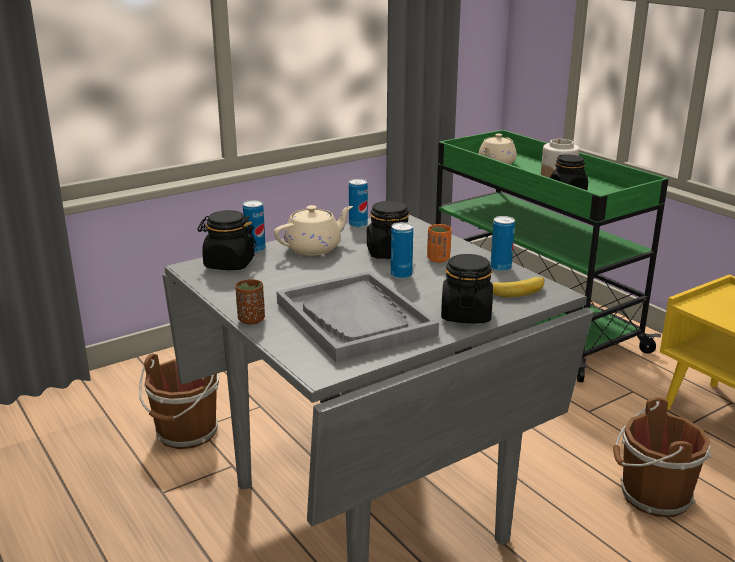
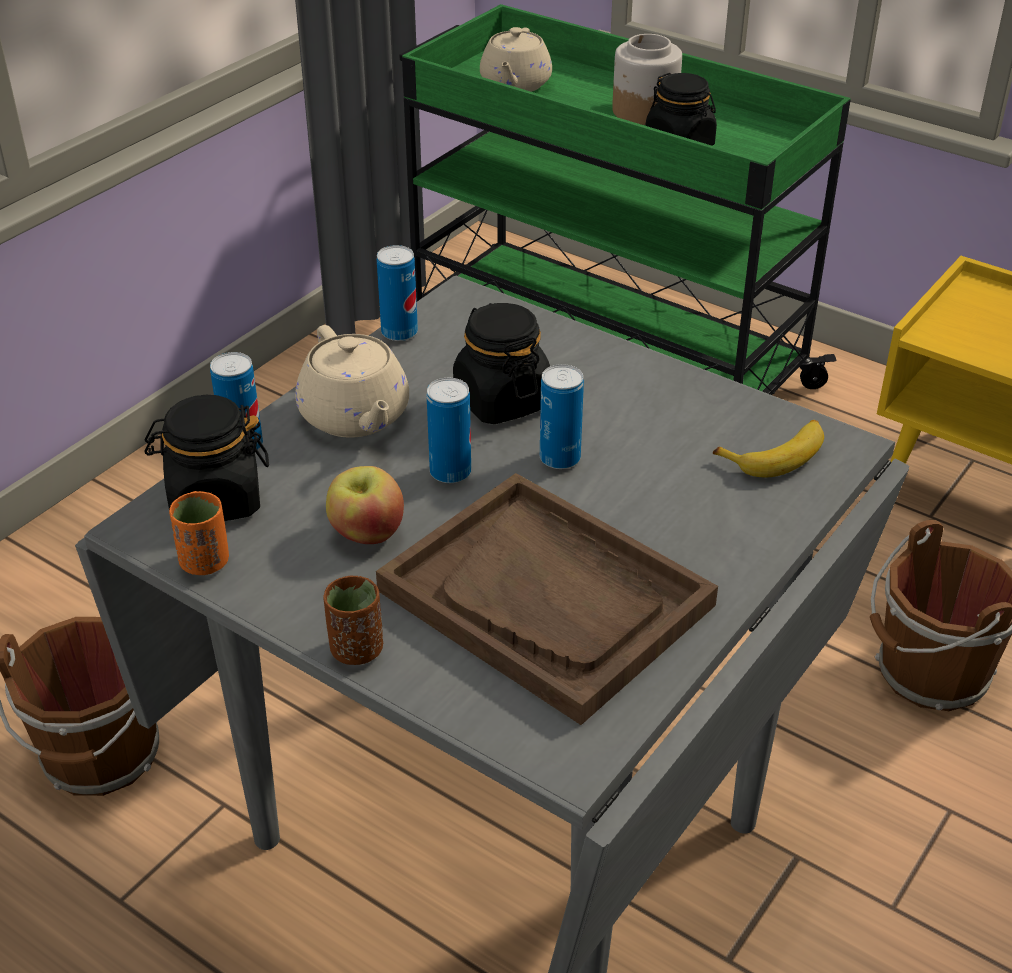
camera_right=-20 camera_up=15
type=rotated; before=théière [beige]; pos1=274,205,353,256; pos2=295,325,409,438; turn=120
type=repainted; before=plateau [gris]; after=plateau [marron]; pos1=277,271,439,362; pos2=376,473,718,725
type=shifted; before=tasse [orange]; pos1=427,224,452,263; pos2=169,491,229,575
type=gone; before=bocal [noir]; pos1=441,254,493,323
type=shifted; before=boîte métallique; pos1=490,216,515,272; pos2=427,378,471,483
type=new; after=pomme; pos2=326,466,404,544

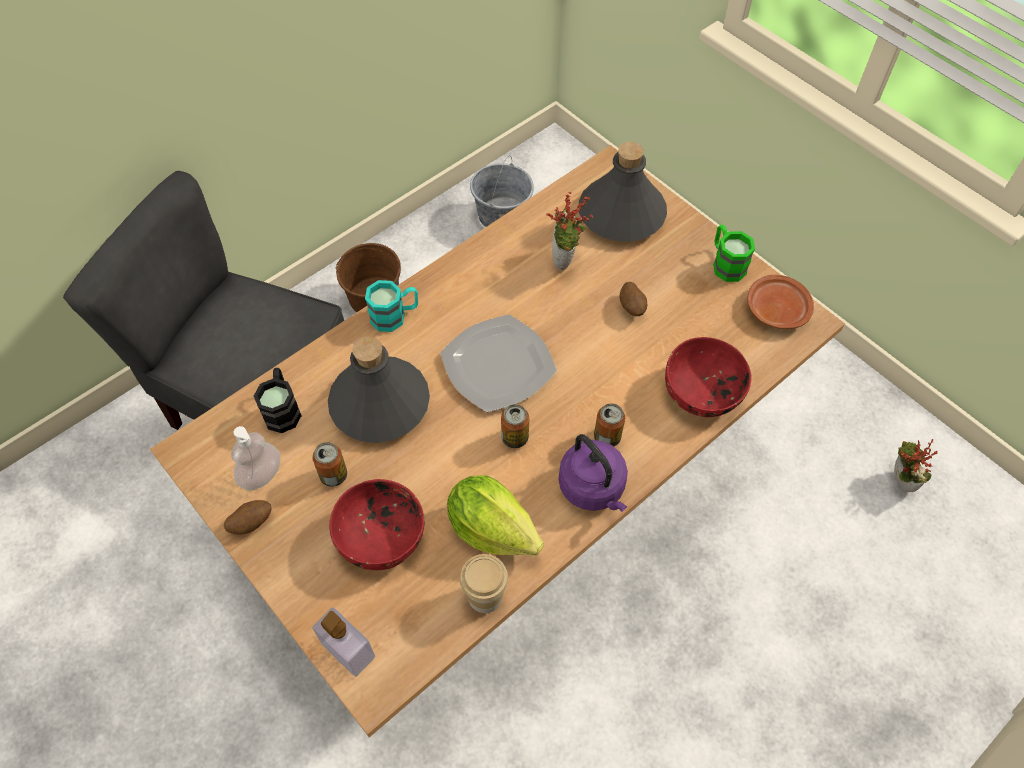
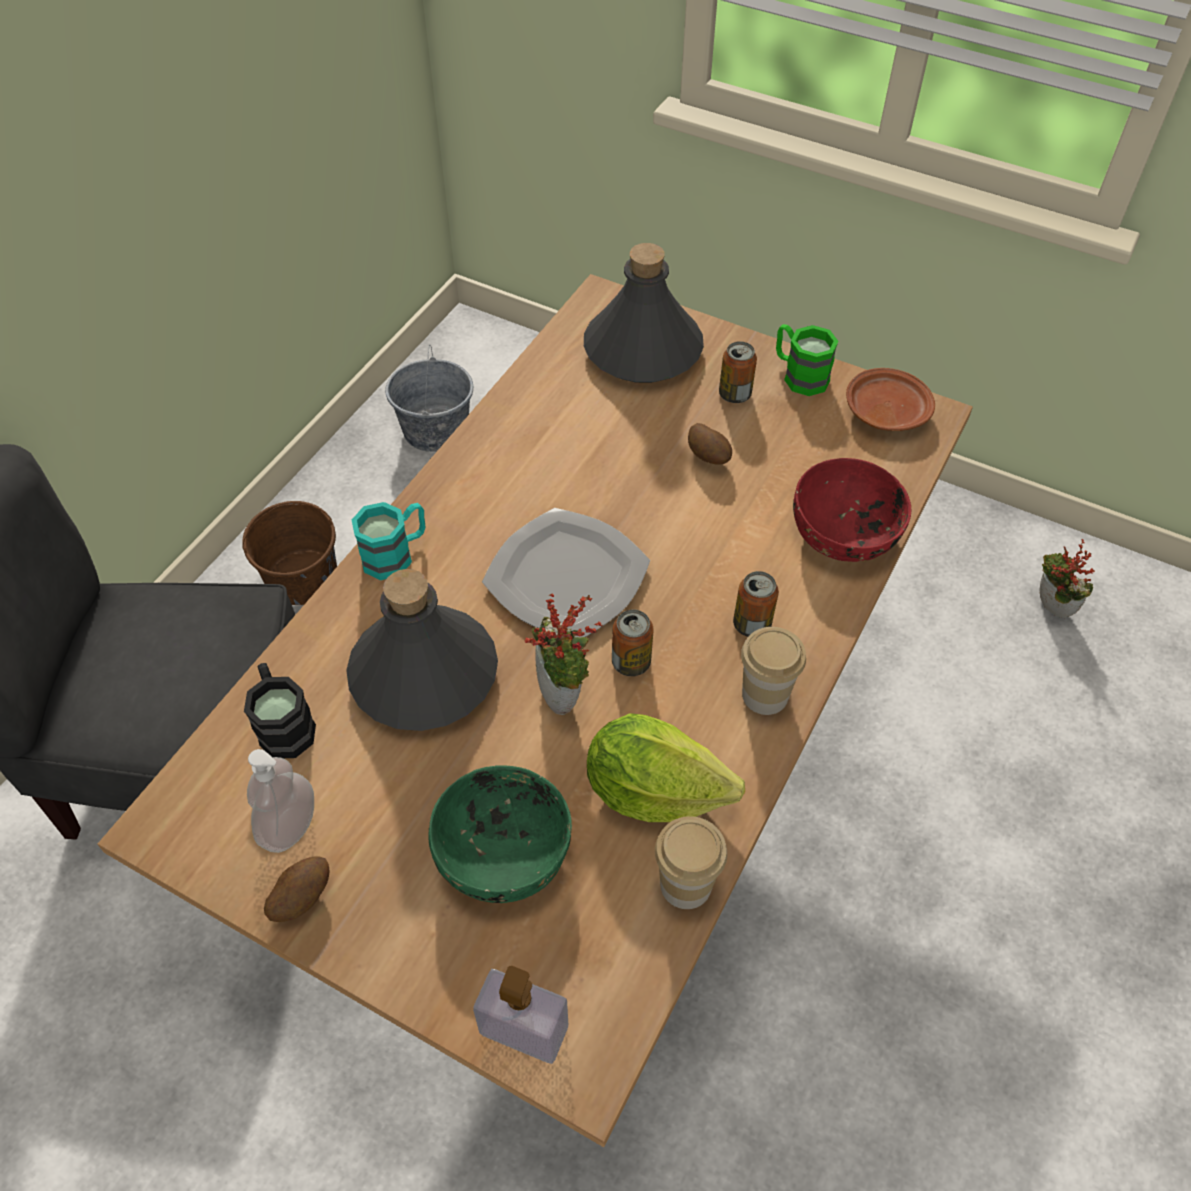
camera_right=-20 camera_up=-5
type=shifted; before=boîte métallique; pos1=312,442,347,487; pos2=719,341,757,403
type=repainted; before=bol [rouge]; after=bol [vert]; pos1=329,479,424,570; pos2=429,765,572,903
type=shifted; before=plante en pot; pos1=546,192,593,271; pos2=524,593,603,715
type=swapped; before=bouilloire [violet]; after=tasse; pos1=559,434,628,512; pos2=741,627,806,715

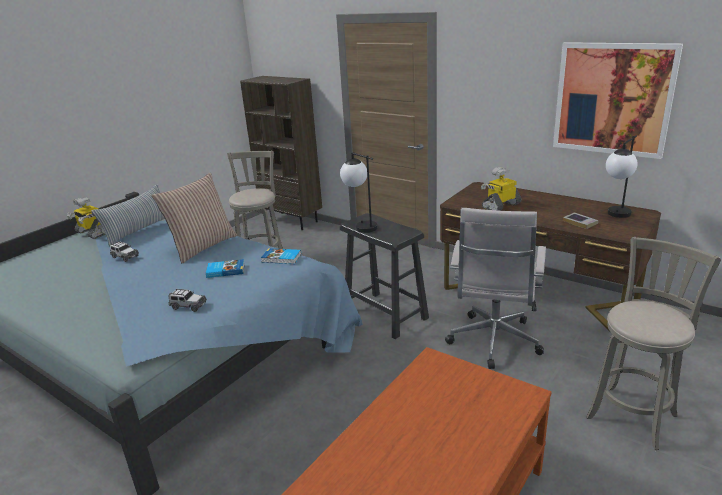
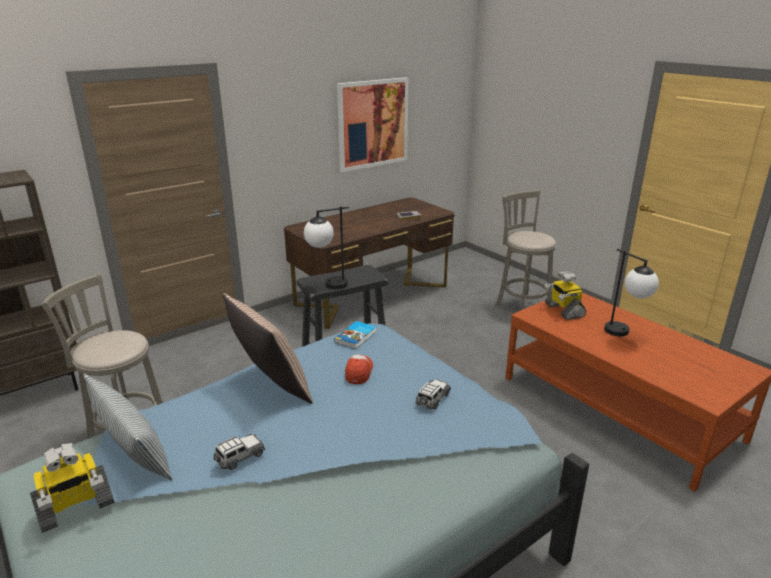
camera_right=-75 camera_up=0
type=swapped; before=livre; after=casquette; pos1=206,259,245,278; pos2=345,355,373,384
type=gone; before=chaise de bureau [blanc]; pos1=445,208,546,369
type=shifted; before=robot jouet; pos1=481,167,522,211; pos2=545,271,586,320
type=shifted; before=lampe de table; pos1=606,135,638,218; pos2=604,249,659,336

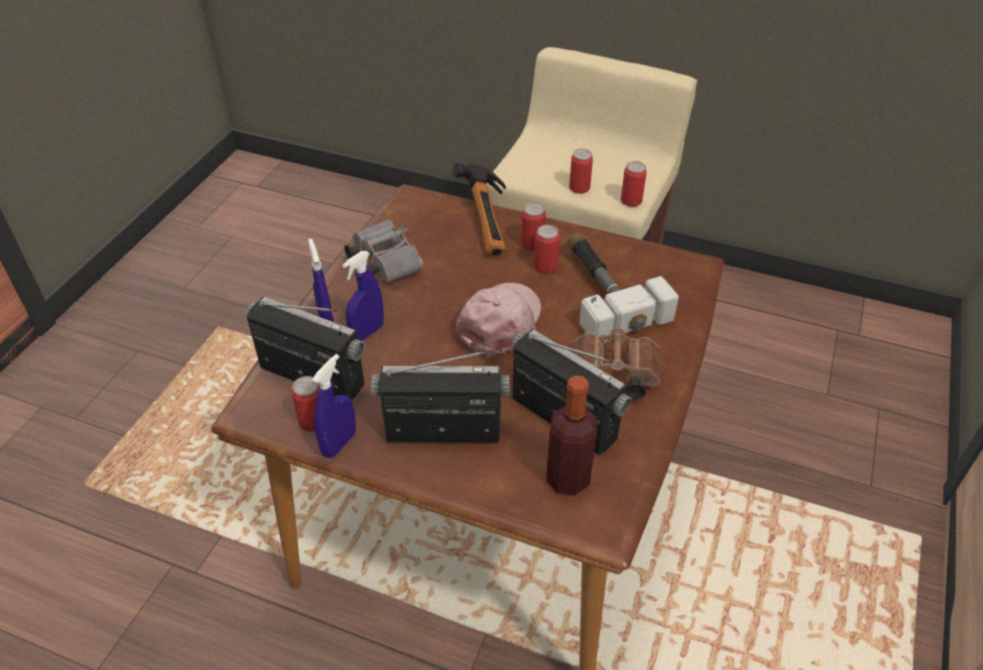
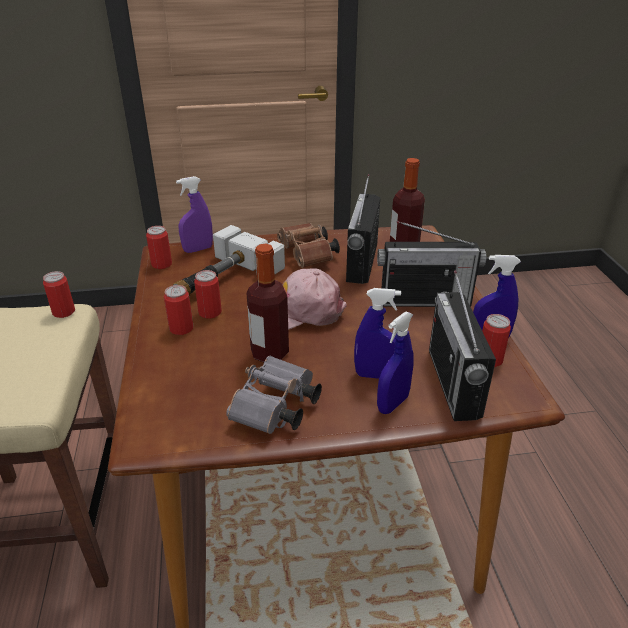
camera_right=-120 camera_up=-10
type=rotated; before=radio; pos1=371,350,510,443; pos2=377,221,486,307; turn=-60
type=gone; before=marteau; pos1=453,163,506,256
type=shifted; before=boîte métallique; pos1=569,149,593,194; pos2=146,226,172,269
type=new; after=vaporisateur [violet]; pos2=176,176,213,253
type=new; after=bouteille; pos2=246,244,289,362

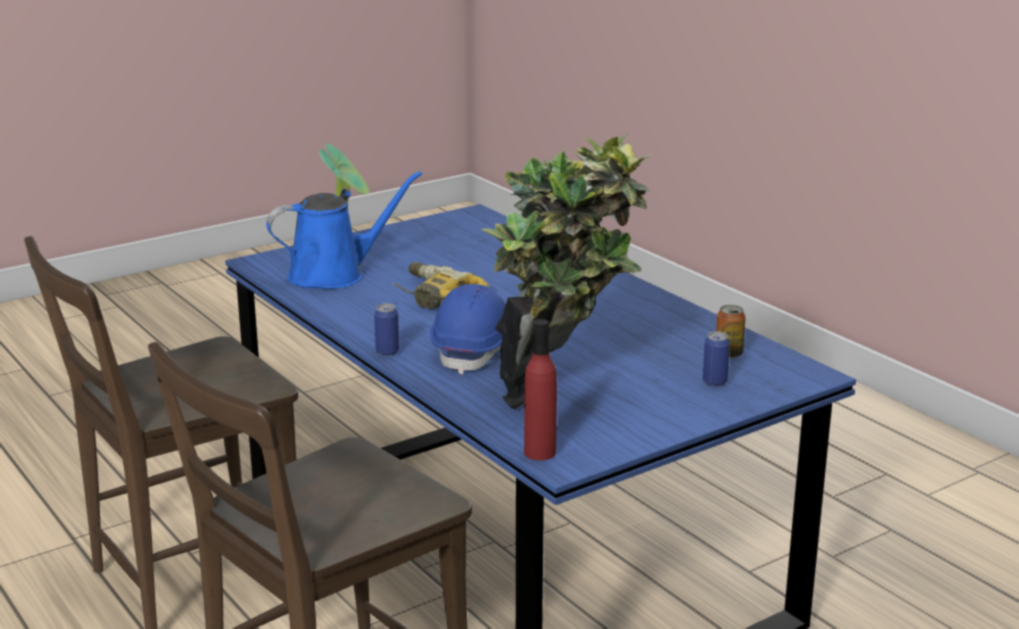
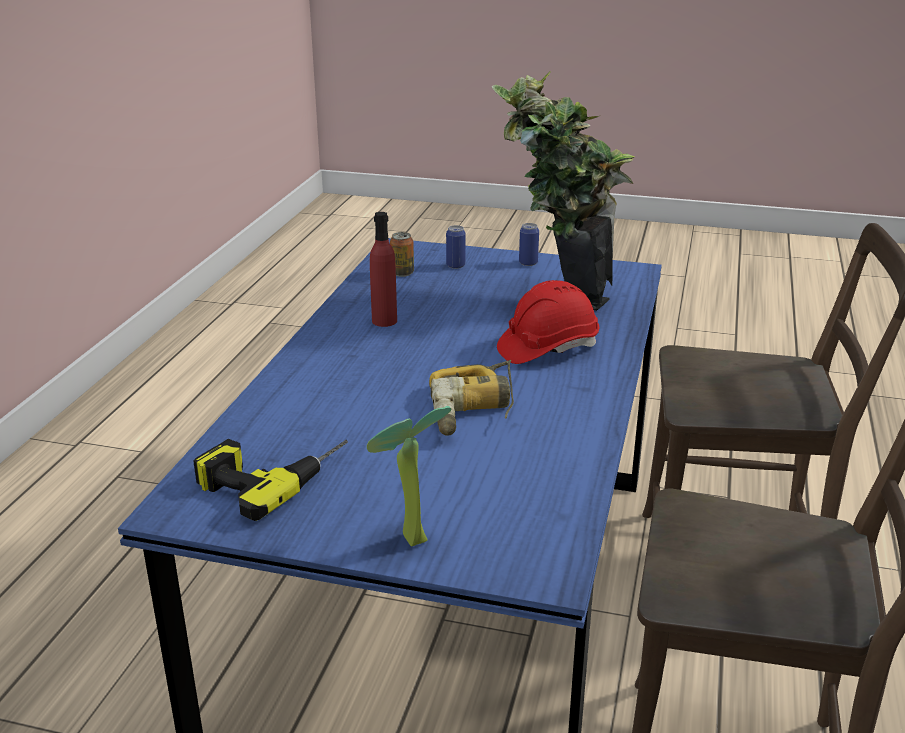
camera_right=-130 camera_up=5
type=gone; before=arrosoir [bleu]; pos1=266,171,422,289
type=shifted; before=boîte métallique; pos1=374,303,399,356; pos2=519,223,539,266
type=repainted; before=casque de chantier [bleu]; after=casque de chantier [rouge]; pos1=430,284,506,374; pos2=497,280,600,364
type=shifted; before=bouteille [rouge]; pos1=524,319,557,461; pos2=370,212,397,327
type=new; after=perceuse; pos2=193,439,348,521

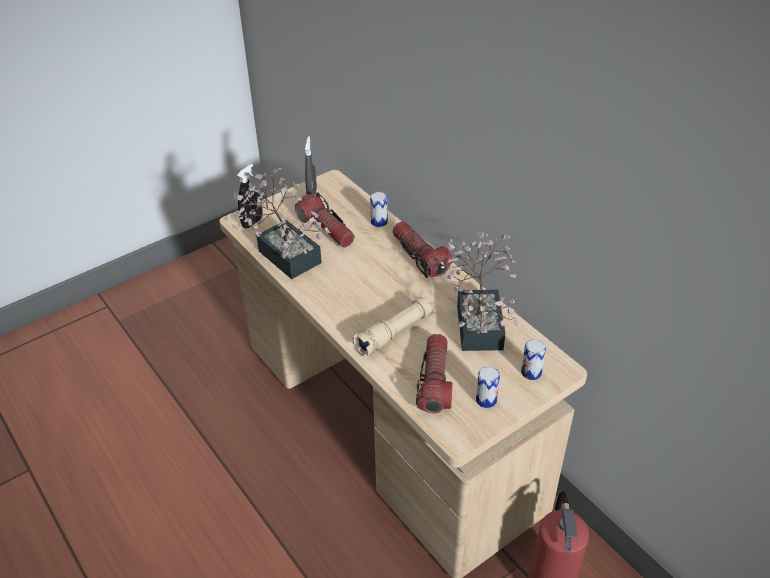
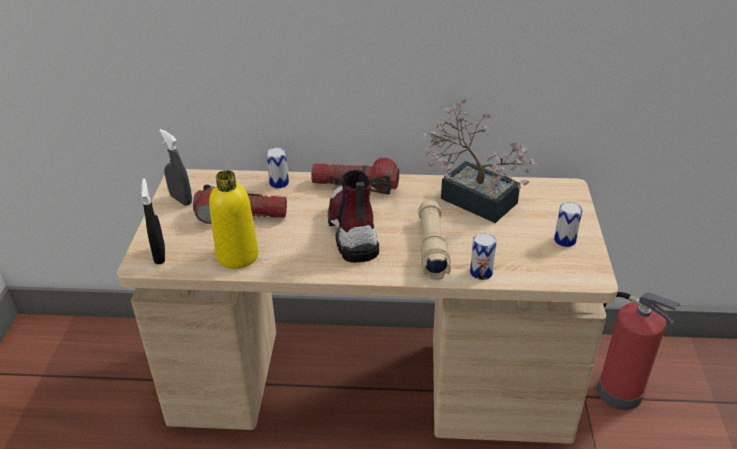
camera_right=-50 camera_up=-5
type=swapped; before=plante en pot; after=bouteille [jaune]; pos1=232,168,331,279; pos2=209,170,258,269
type=gone; before=lampe de poche; pos1=416,334,453,413
type=shifted; before=boîte métallique; pos1=521,339,546,380; pos2=470,233,497,280
type=new; after=botte; pos2=328,170,379,263

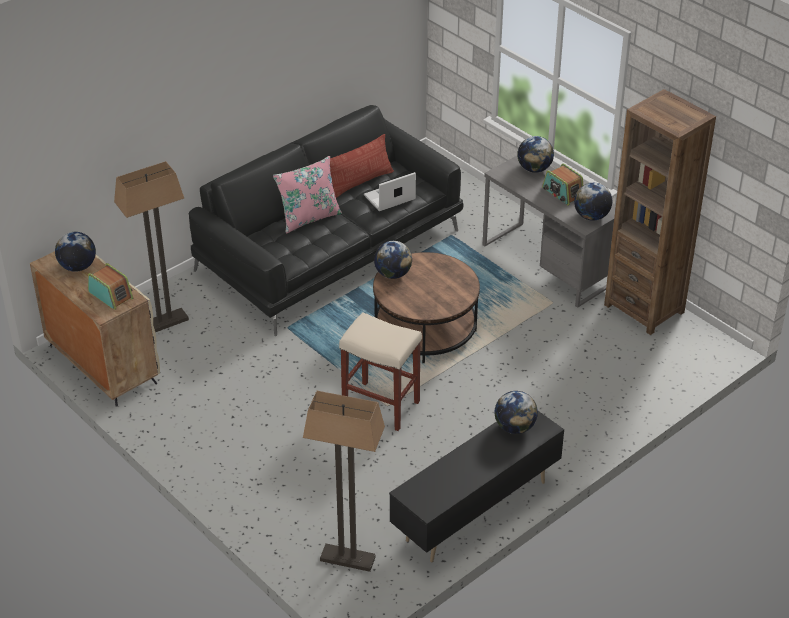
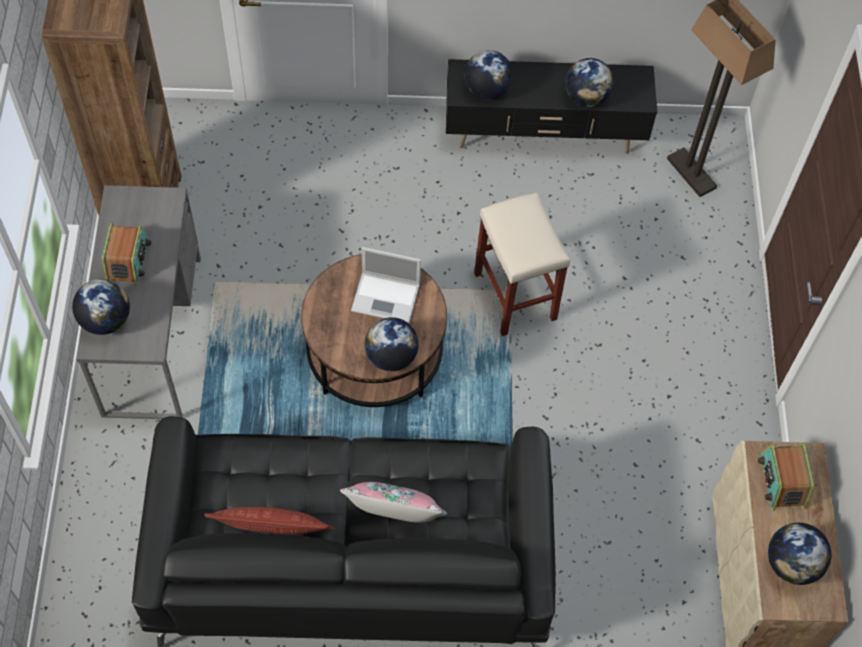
camera_right=-140 camera_up=20
type=gone; before=lampadaire; pos1=114,161,189,332
type=shifted; before=ordinateur portable; pos1=364,172,416,211; pos2=351,247,421,323
type=shifted; before=globe; pos1=574,183,612,221; pos2=565,58,614,107

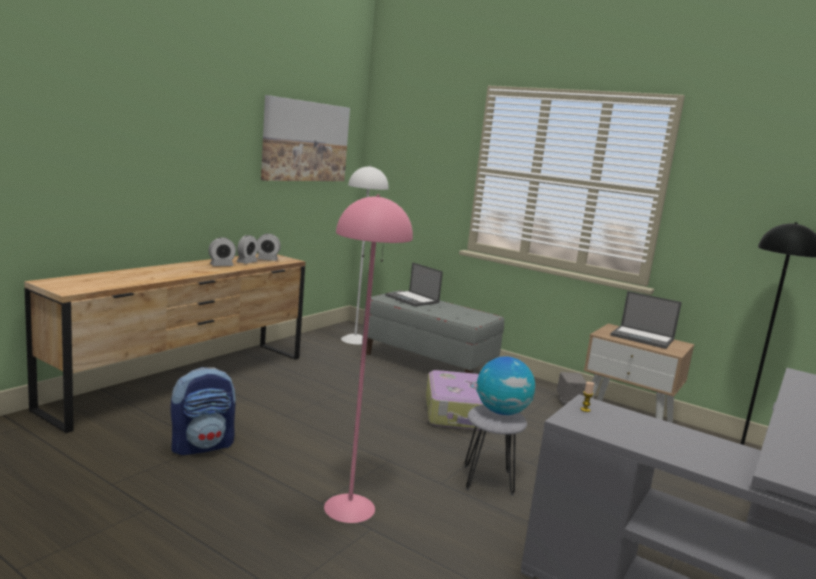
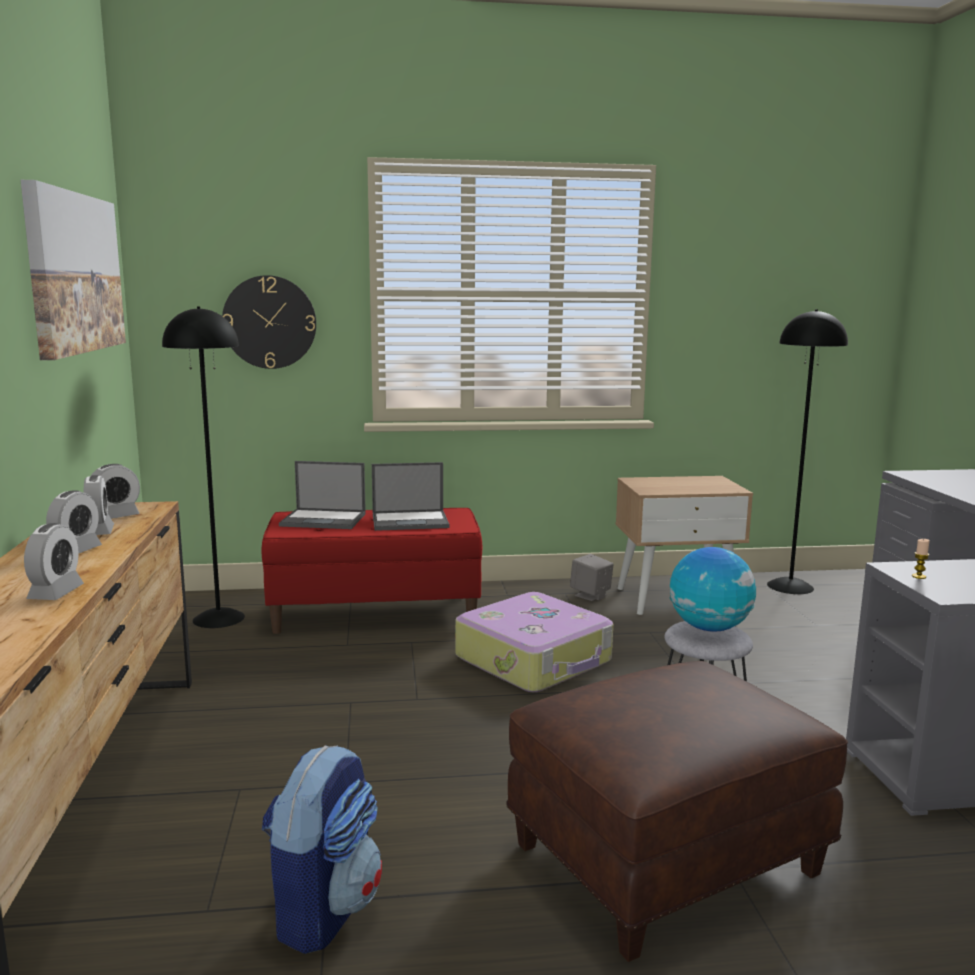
camera_right=-40 camera_up=0
type=swapped; before=lampadaire [rose]; after=pouf [marron]; pos1=324,195,413,523; pos2=507,661,848,962
type=repainted; before=lampadaire [blanc]; after=lampadaire [noir]; pos1=341,165,389,345; pos2=162,306,245,628
type=repainted; before=banc [gris]; after=banc [rouge]; pos1=363,290,504,373; pos2=262,508,482,634
type=shifted; before=ordinateur portable; pos1=610,291,682,349; pos2=372,462,449,531
type=new; after=réveil; pos2=24,523,84,600
type=new; after=horloge murale; pos2=222,275,316,369

